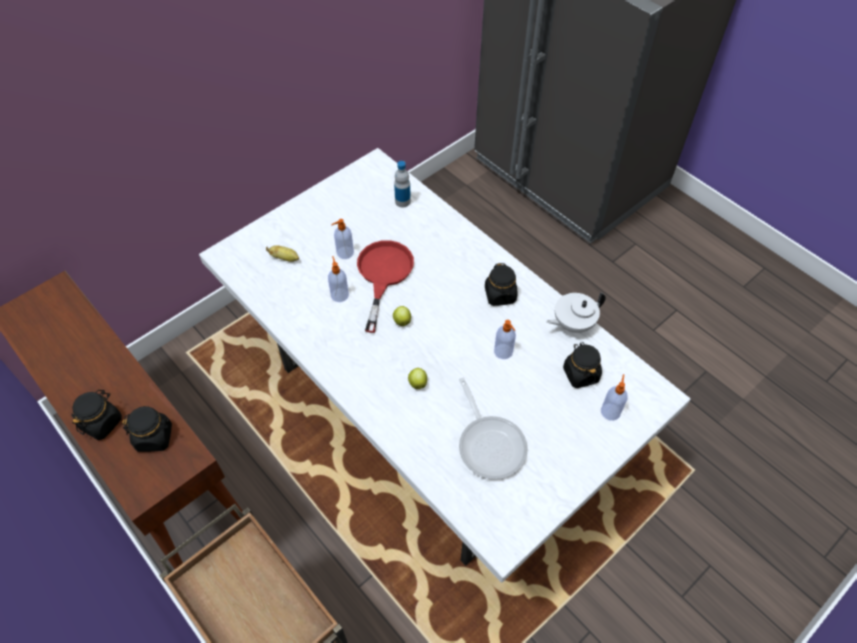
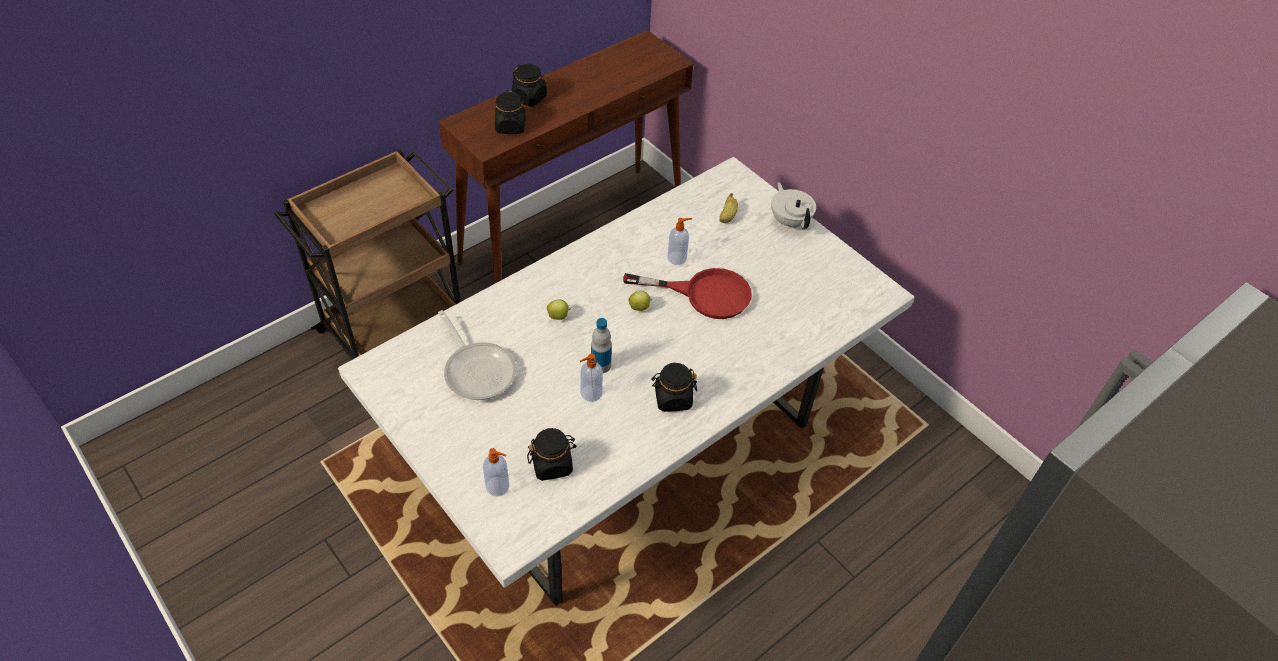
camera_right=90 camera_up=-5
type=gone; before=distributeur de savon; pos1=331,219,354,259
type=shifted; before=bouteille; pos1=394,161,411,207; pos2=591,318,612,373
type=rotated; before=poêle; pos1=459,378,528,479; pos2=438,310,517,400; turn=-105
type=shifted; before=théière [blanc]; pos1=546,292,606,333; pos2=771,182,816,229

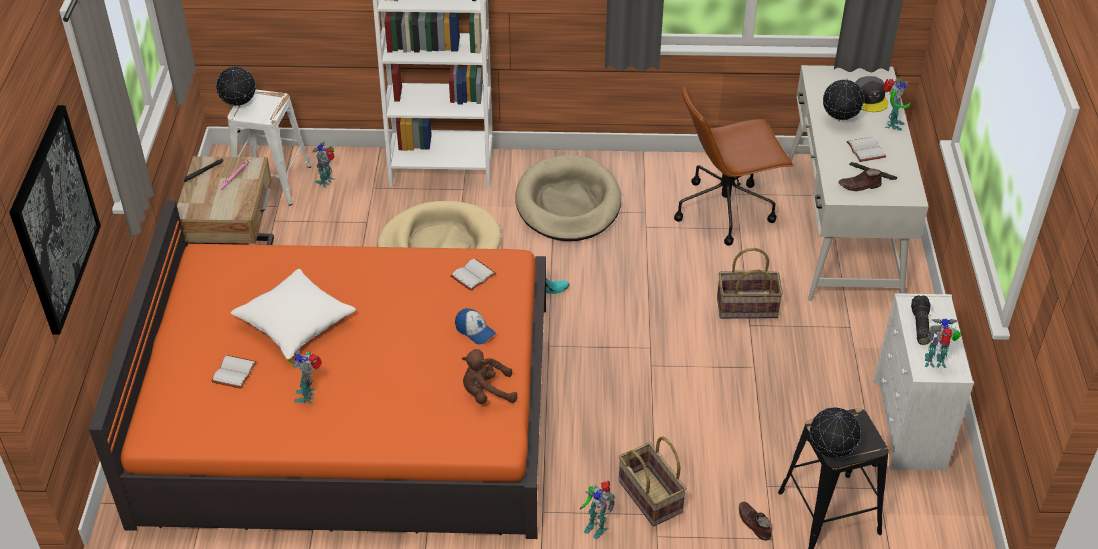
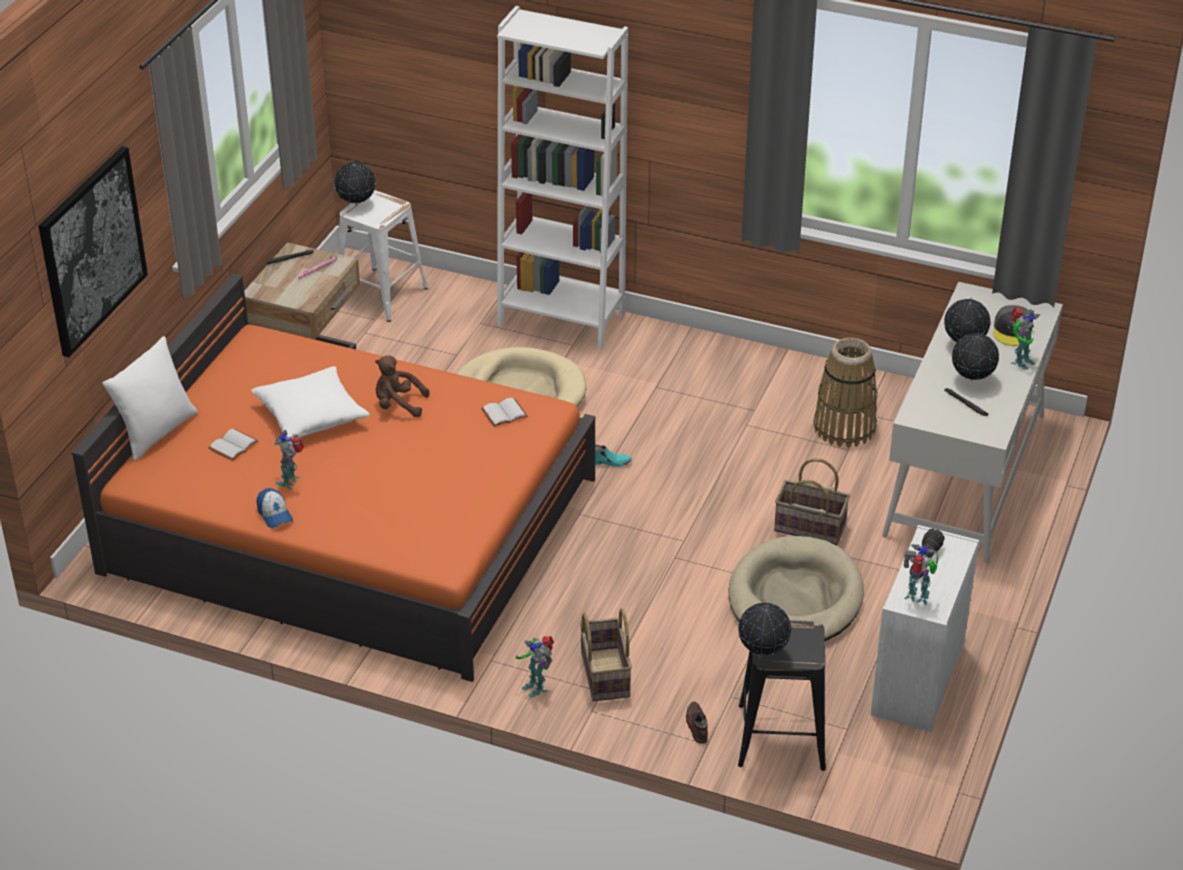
camera_right=20 camera_up=-5
type=gone; before=robot jouet; pos1=312,142,335,188
type=shifted; before=casquette; pos1=455,308,496,344; pos2=256,488,293,528
type=shifted; before=peluche [marron]; pos1=462,349,518,404; pos2=375,355,429,417
type=shifted; before=panier pour chien [beige]; pos1=515,155,621,241; pos2=729,536,864,641
type=swapped; before=chaise de bureau [marron]; after=panier; pos1=674,86,793,246; pos2=814,338,878,447
type=gone; before=chaussure [marron]; pos1=838,169,882,191
type=swapped; before=livre [blanc]; after=globe; pos1=846,137,886,162; pos2=952,332,999,381
type=new; after=coussin [blanc]; pos2=103,336,198,461

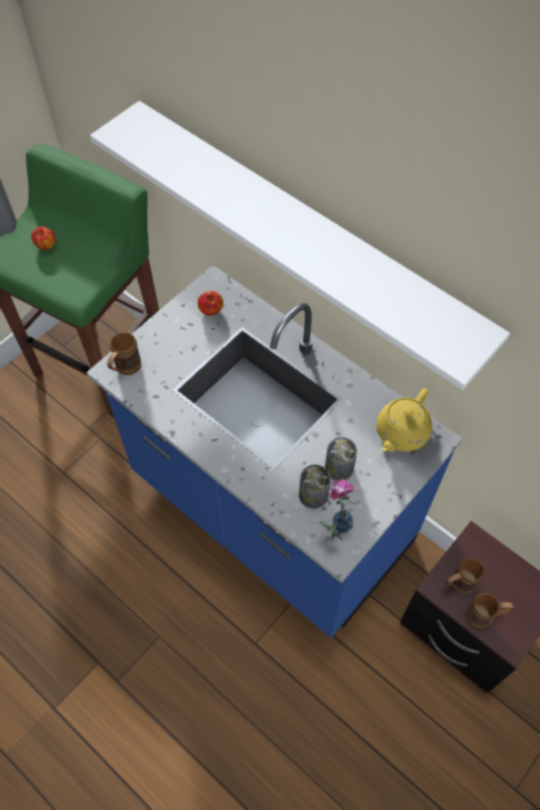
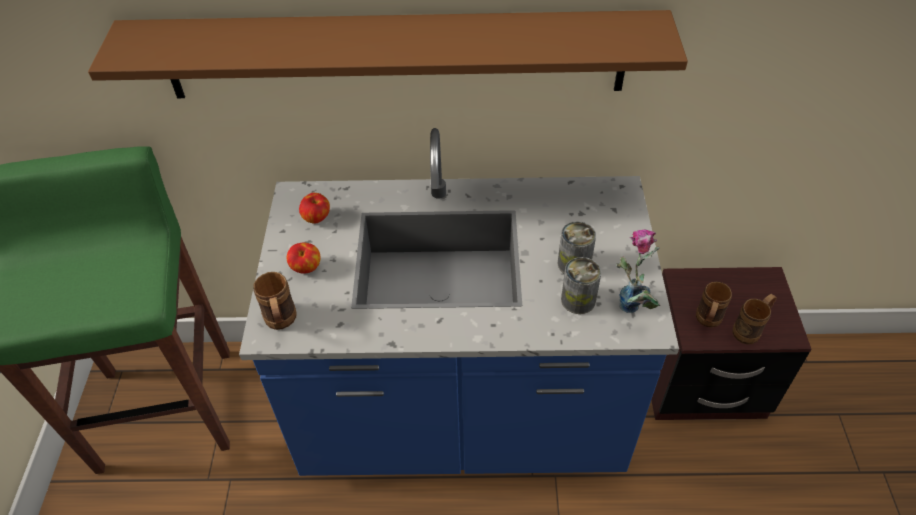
camera_right=-40 camera_up=-10
type=shifted; before=pomme; pos1=31,226,56,250; pos2=287,242,321,274
type=repainted; before=étagère [blanc]; after=étagère [marron]; pos1=90,101,510,390; pos2=88,10,688,98
type=gone; before=théière [jaune]; pos1=376,389,432,452

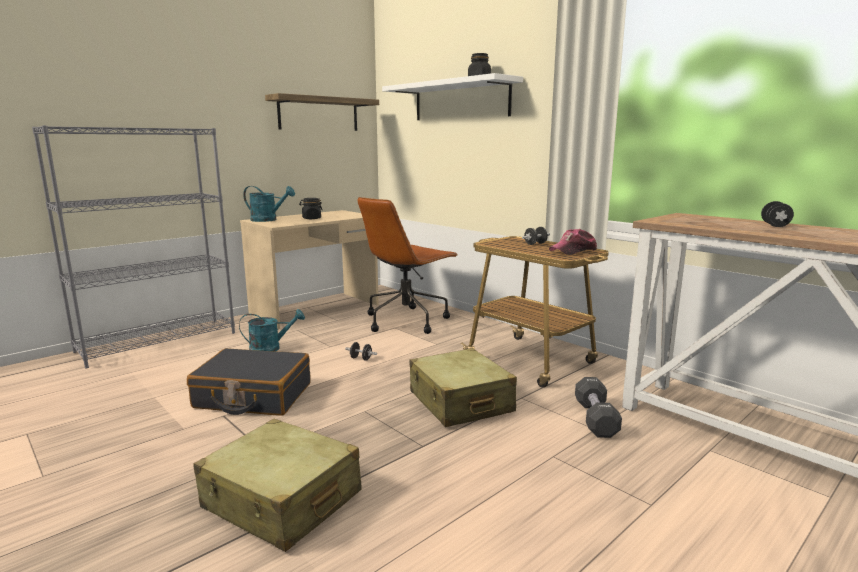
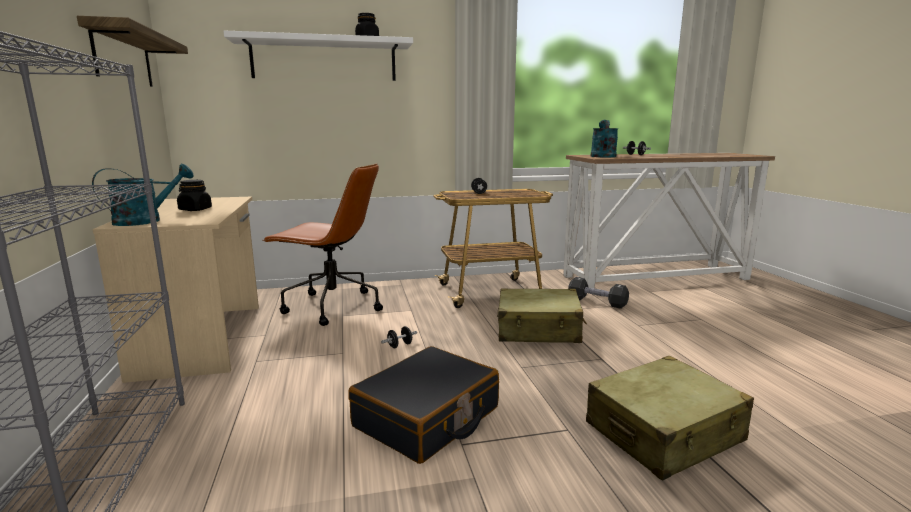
camera_right=-60 camera_up=0
type=shifted; before=arrosoir [turquoise]; pos1=239,309,305,352; pos2=591,120,619,157
type=rotated; before=chaise de bureau [marron]; pos1=358,197,458,334; pos2=263,163,383,326; turn=-60
type=gone; before=casquette; pos1=549,229,597,255

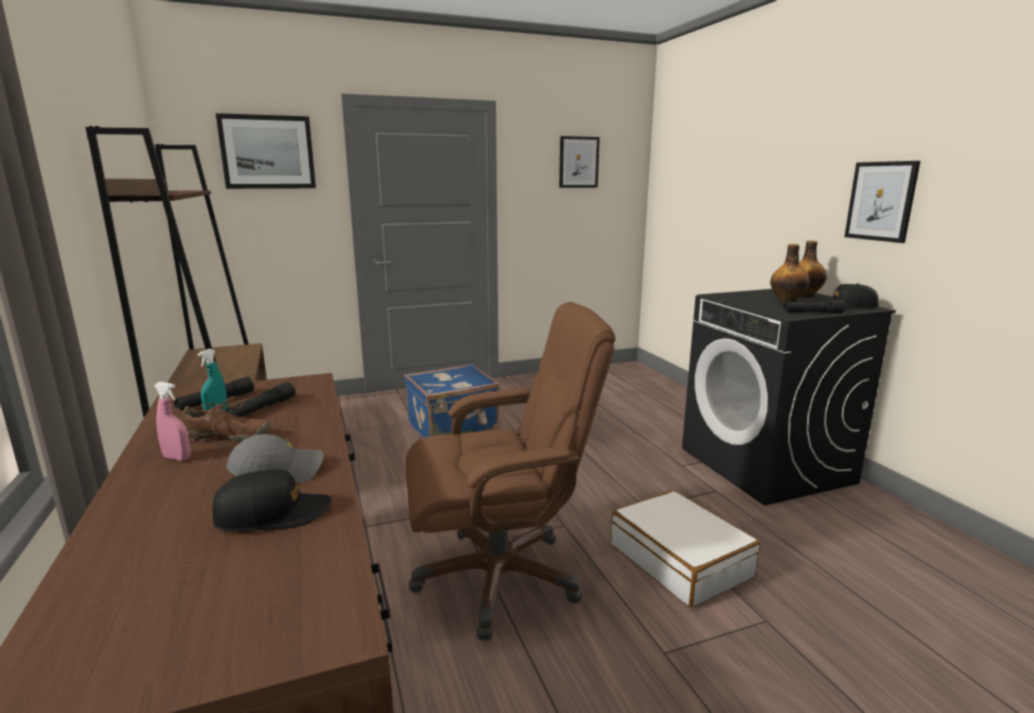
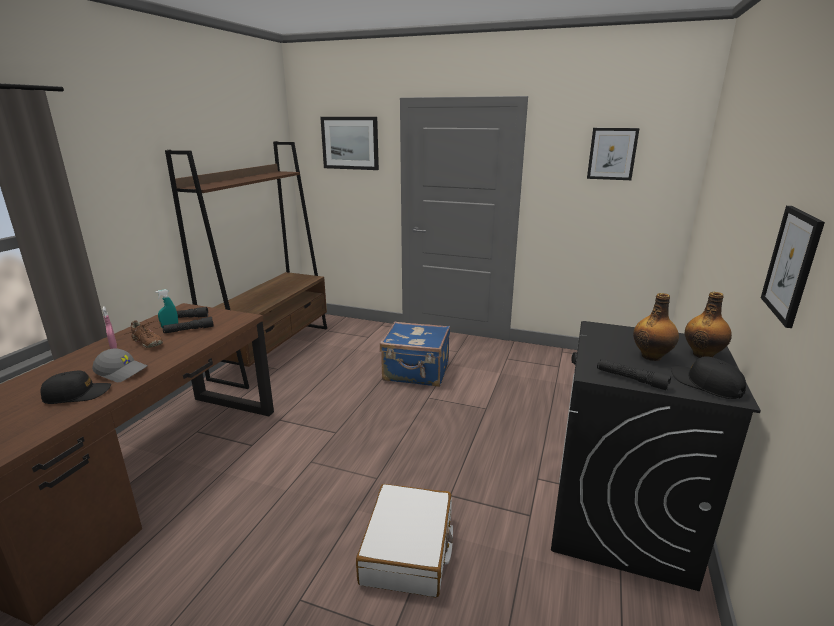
camera_right=40 camera_up=5
type=rotated; before=casquette [noir]; pos1=212,469,331,532; pos2=40,371,111,404; turn=-45
type=gone; before=chaise de bureau [marron]; pos1=406,302,616,640

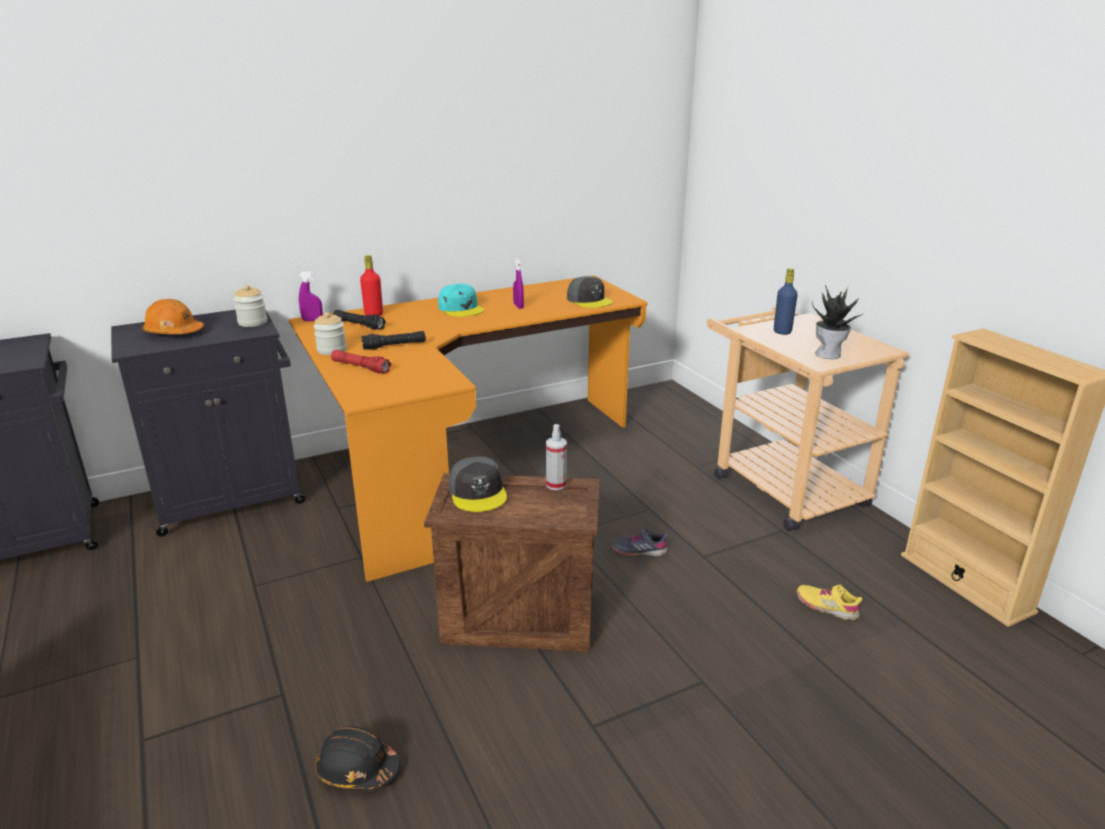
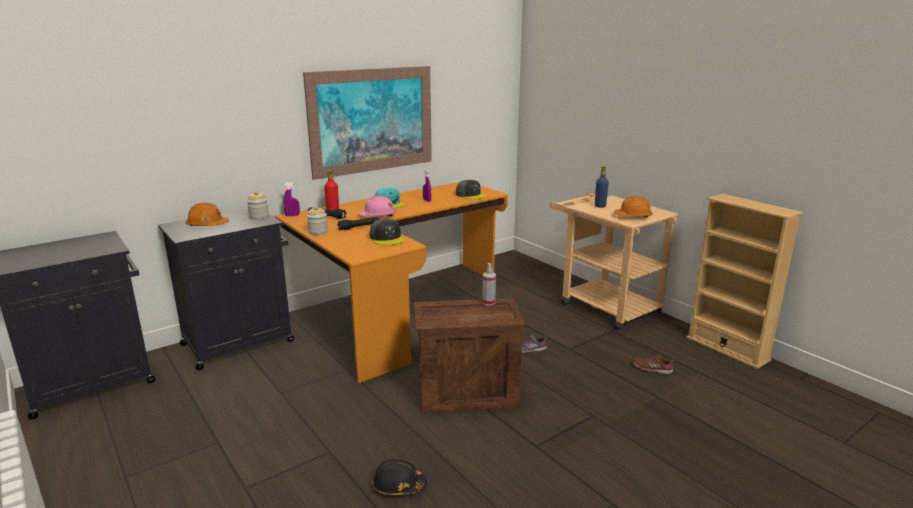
camera_right=-10 camera_up=-5
type=gone; before=lampe de poche [rouge]; pos1=331,350,391,374
type=shifted; before=casquette [gris]; pos1=449,456,507,512; pos2=370,219,405,245
type=repainted; before=chaussure [jaune]; after=chaussure [marron]; pos1=797,585,862,620; pos2=633,354,674,374
type=swapped; before=plante en pot; after=casque de chantier [orange]; pos1=812,285,864,359; pos2=614,196,653,218
type=new; after=tableau; pos2=303,66,432,180
type=new; after=casque de chantier [rose]; pos2=359,195,396,216

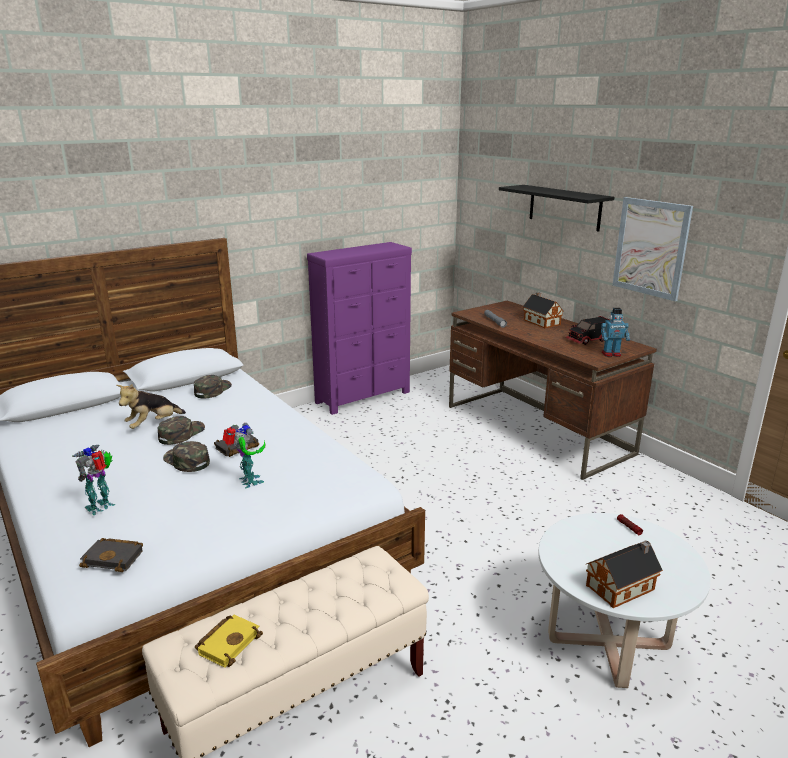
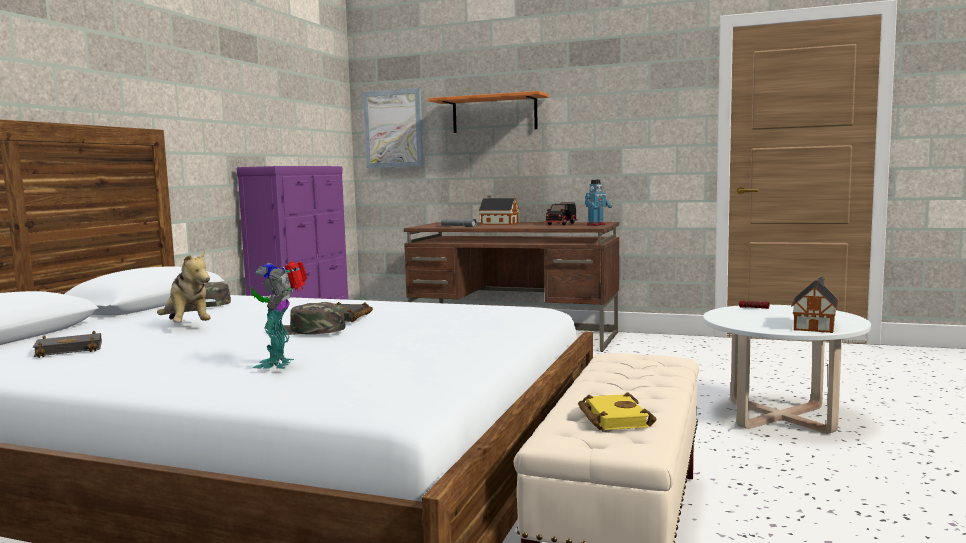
camera_right=-35 camera_up=-15
type=shifted; before=livre [noir]; pos1=79,538,143,572; pos2=33,331,102,358
type=rotated; before=peluche; pos1=116,384,186,429; pos2=157,250,211,323; turn=-45
type=gone; before=casquette [vert]; pos1=158,416,205,445
type=gone; before=robot jouet; pos1=223,423,266,489
type=repainted; before=étagère [noir]; after=étagère [orange]; pos1=499,185,614,232; pos2=428,91,549,133
type=shifted; before=tableau; pos1=612,197,693,301; pos2=363,88,423,168

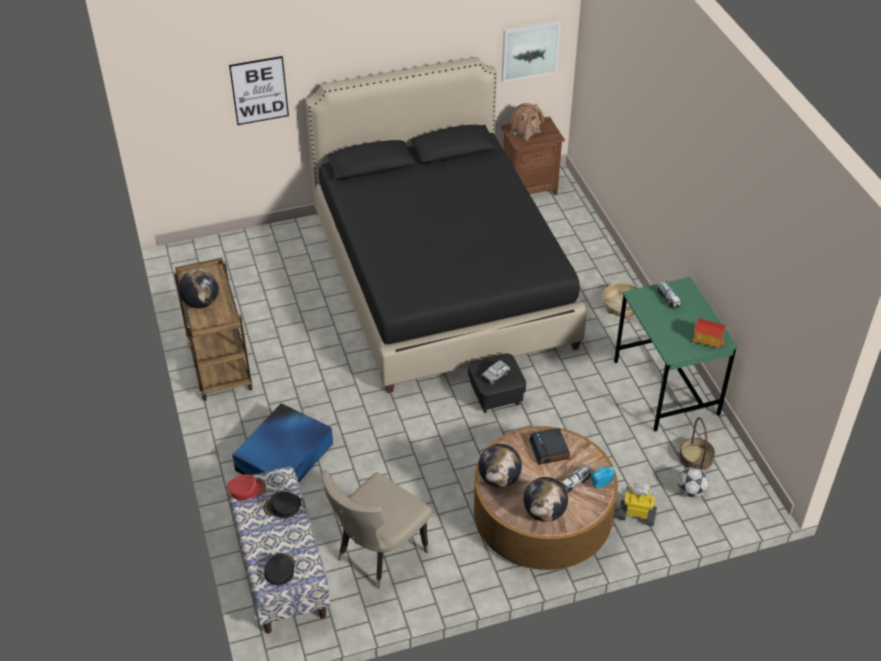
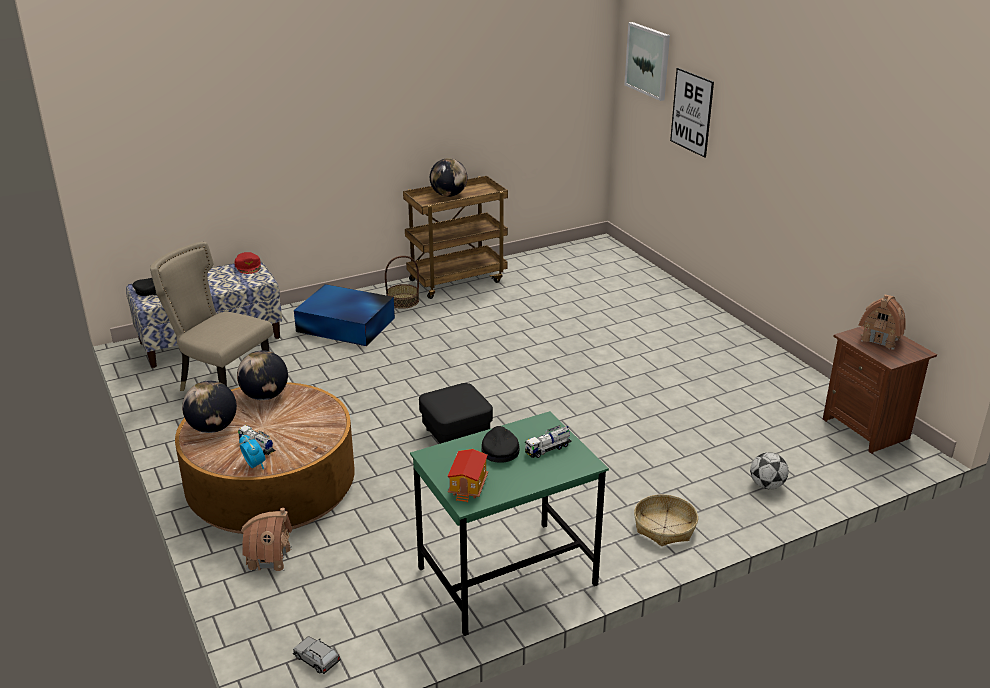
camera_right=80 camera_up=-15
type=shifted; before=casquette [noir]; pos1=264,492,301,518; pos2=481,426,519,463
type=gone; before=lit [noir]; pos1=305,57,587,393
type=shifted; before=petite voiture [gris]; pos1=481,360,511,385; pos2=293,636,341,674
type=shifted; before=tableau; pos1=502,20,561,82; pos2=625,22,670,101
type=gone; before=réveil; pos1=529,428,570,465
type=swapped; before=robot jouet; after=maison miniature; pos1=618,483,657,526; pos2=241,508,292,571
type=shifted; before=ballon de foot; pos1=678,467,708,497; pos2=750,452,789,489
type=shifted; before=panier; pos1=679,417,715,471; pos2=385,256,419,309

